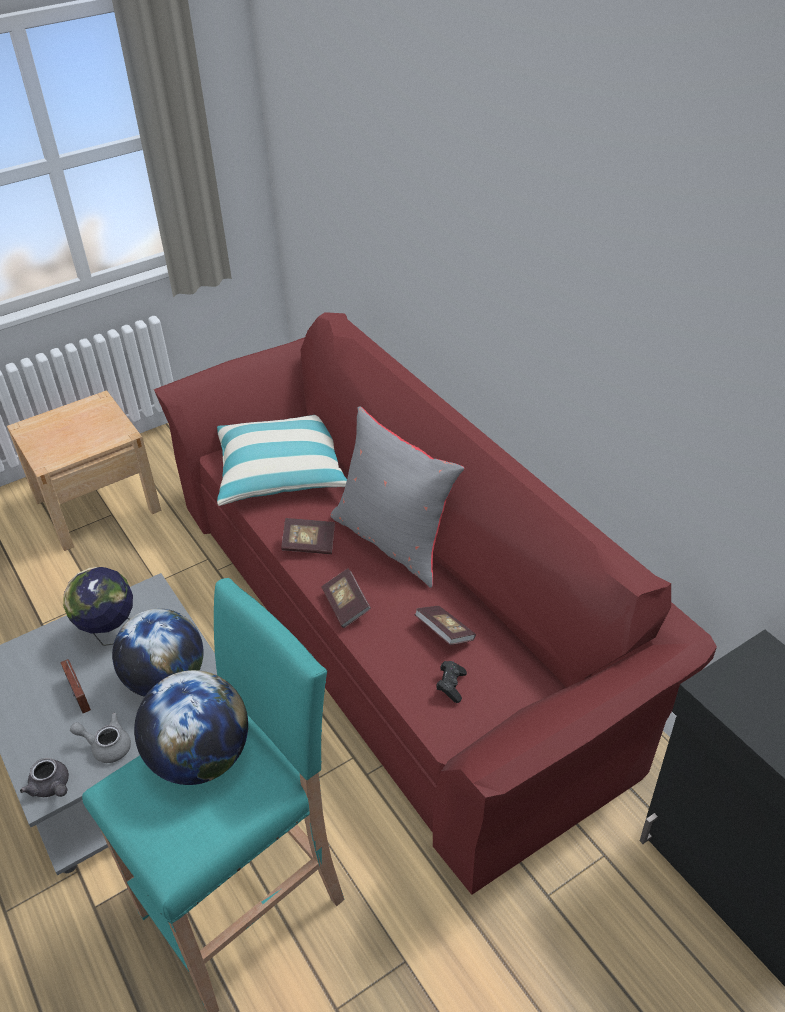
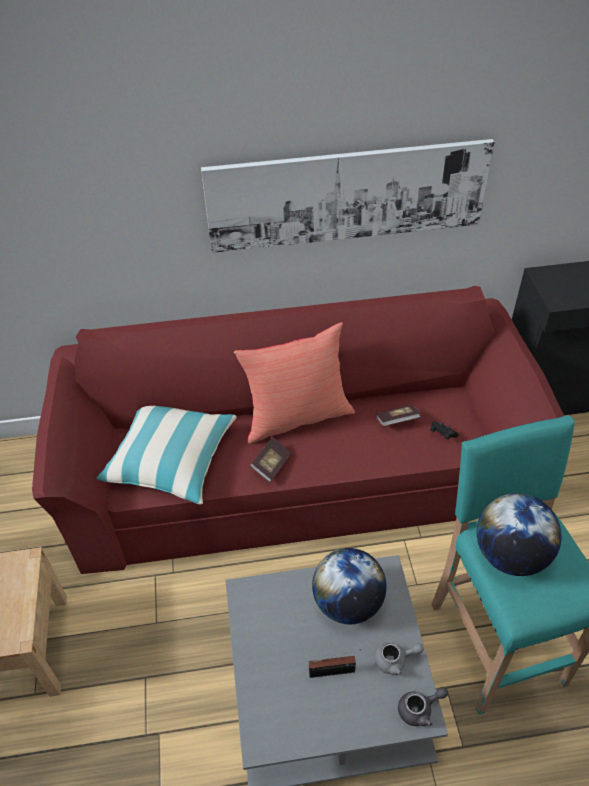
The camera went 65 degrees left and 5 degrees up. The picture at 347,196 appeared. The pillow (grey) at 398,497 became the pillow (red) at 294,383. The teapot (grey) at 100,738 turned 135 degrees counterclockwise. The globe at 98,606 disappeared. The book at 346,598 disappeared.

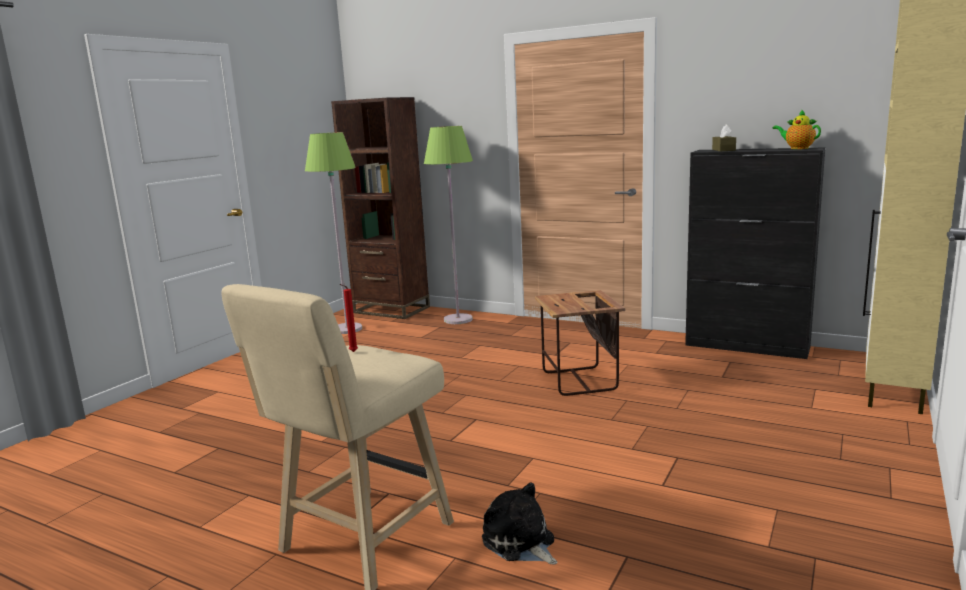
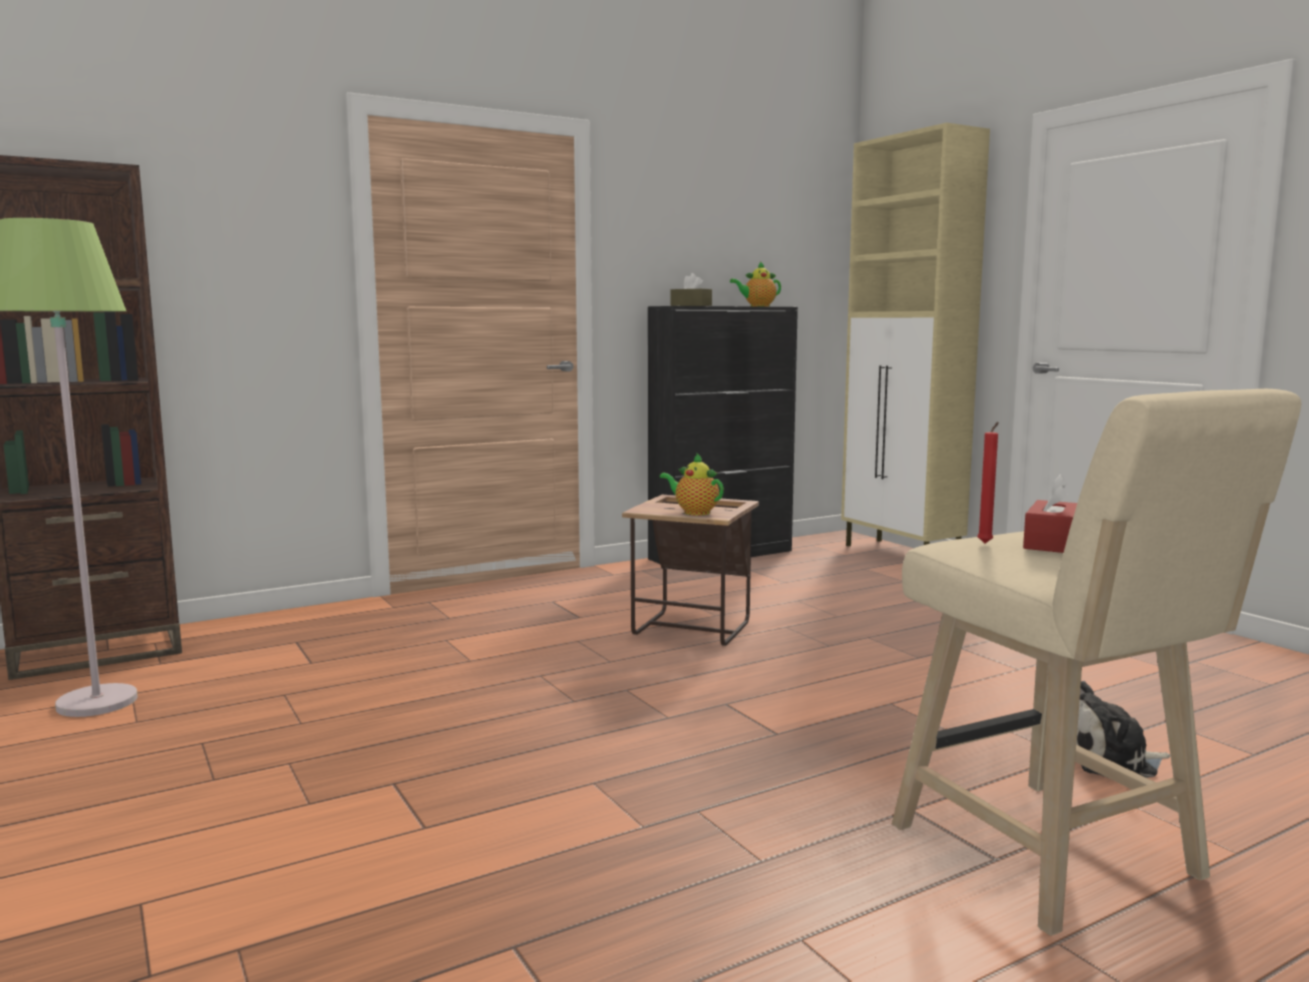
The camera went 60 degrees left and 5 degrees down. The teapot at 692,484 appeared. The tissue box (red) at 1050,513 appeared. The floor lamp (green) at 448,225 disappeared.

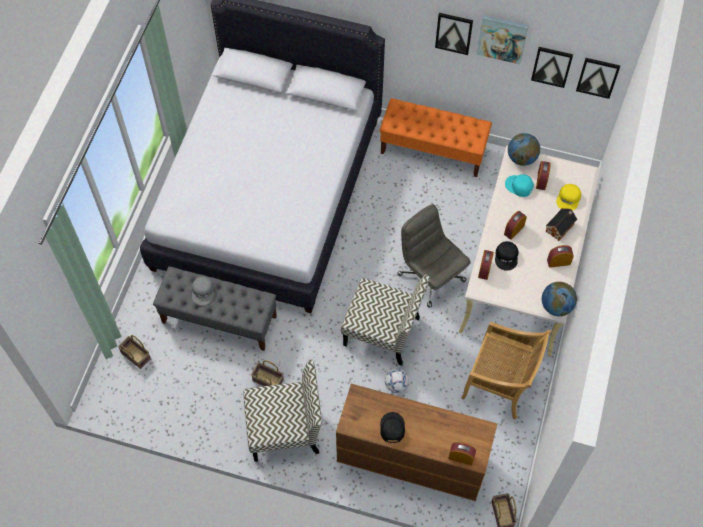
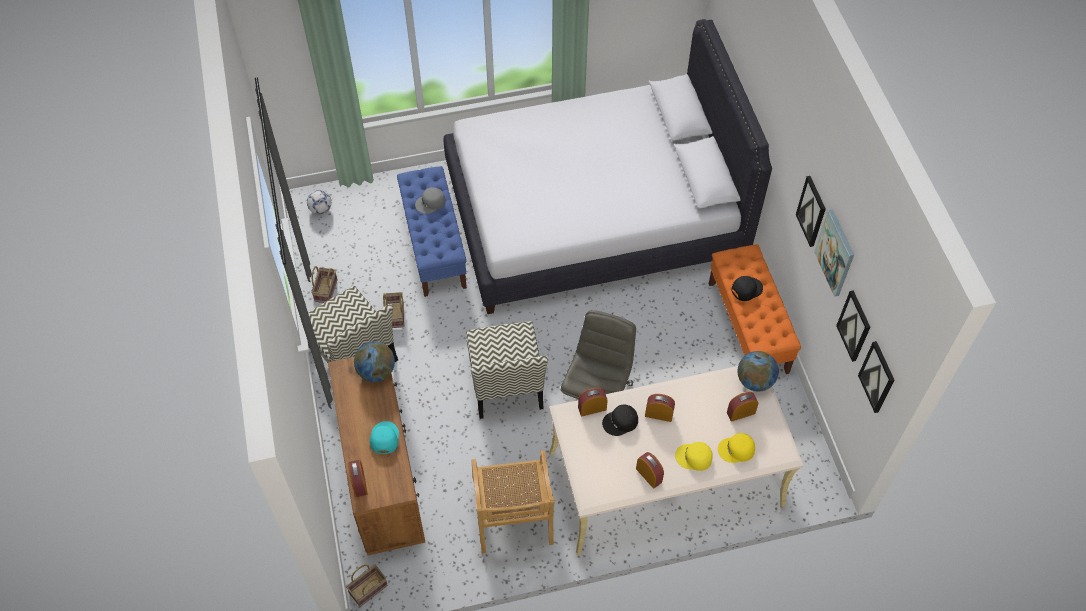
The camera went 60 degrees right and 5 degrees down. The football moved from 397,380 to 319,202. The basket moved from 134,352 to 324,284. The globe moved from 559,299 to 374,361. The cap (turquoise) moved from 519,185 to 384,437. The bench (grey) at 215,308 became the bench (blue) at 432,231. The toy house at 561,224 was replaced by the cap (yellow) at 694,456. The cap (black) moved from 392,427 to 747,288.

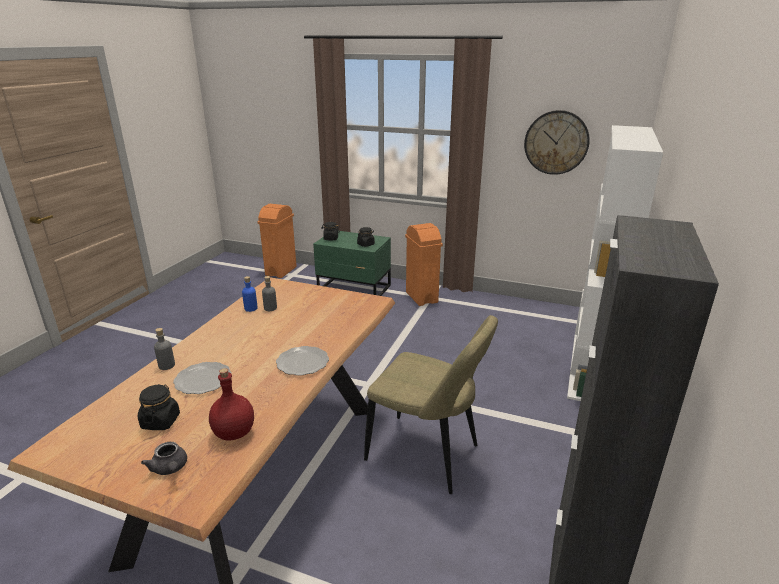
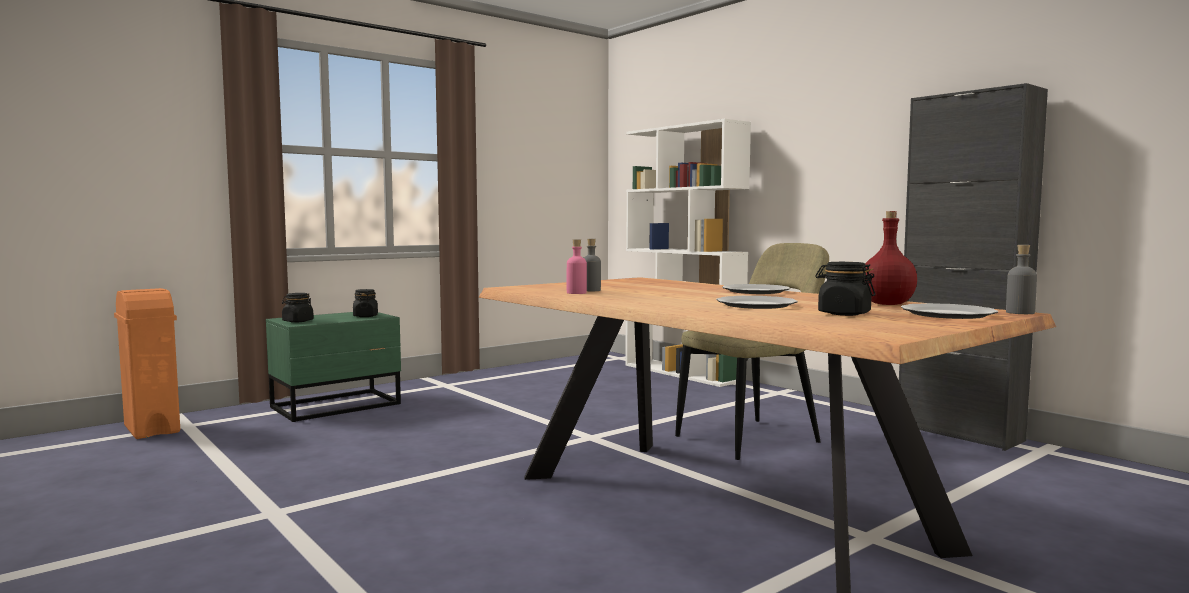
The camera went 60 degrees left and 20 degrees down. The bottle (blue) at 250,294 became the bottle (pink) at 577,266. The teapot (grey) at 164,458 was replaced by the plate at 949,311. The bottle (grey) moved from 164,349 to 1021,279. The trash can (orange) at 424,264 disappeared. The wall clock at 557,142 disappeared.

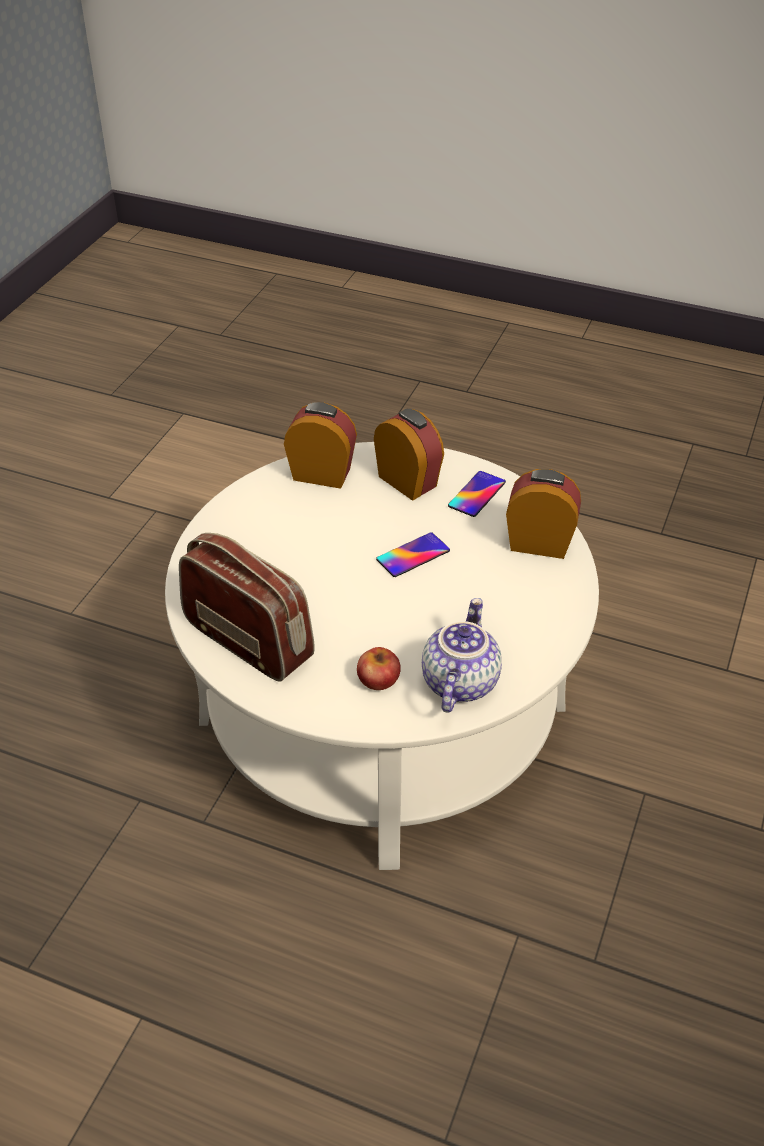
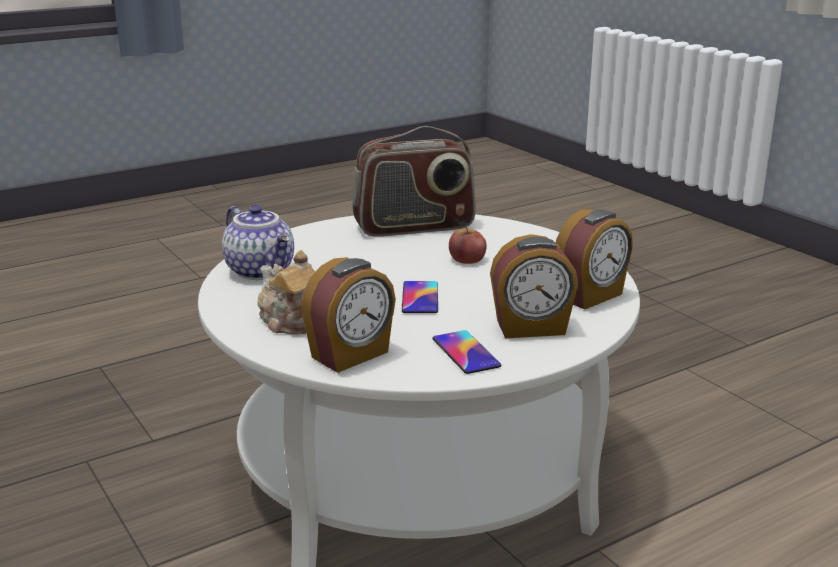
The camera went 125 degrees right and 20 degrees down. The teapot at 286,292 appeared. The apple moved from 379,668 to 468,244.

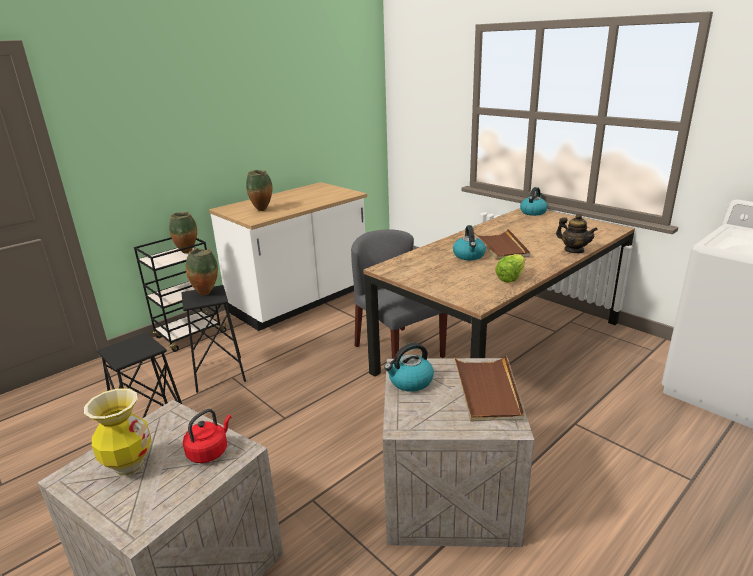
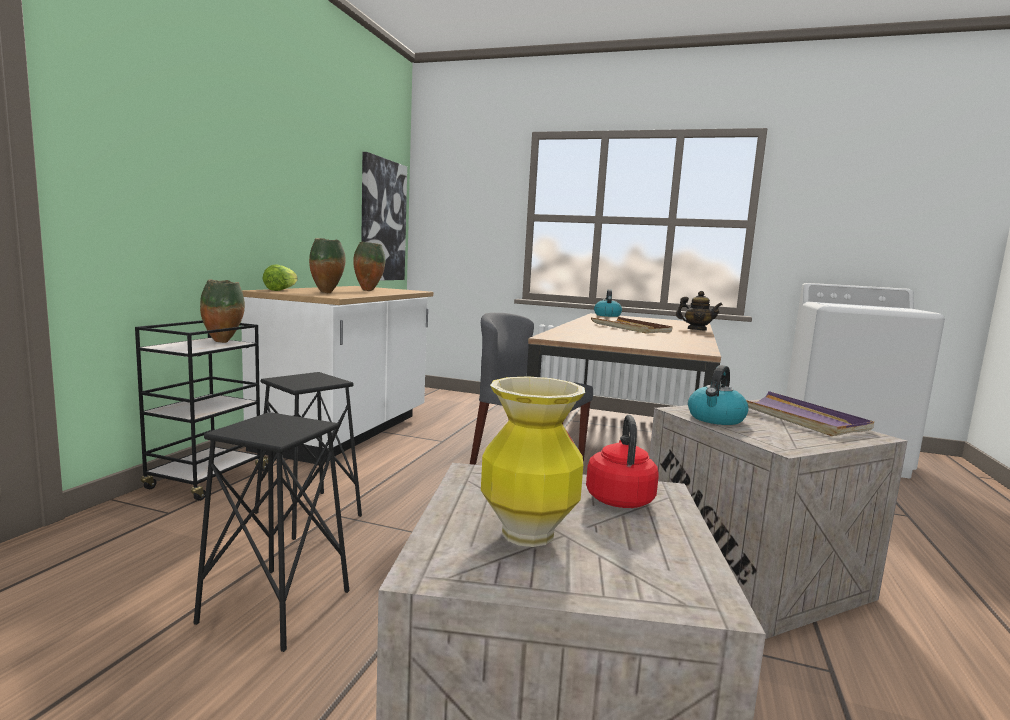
The camera went 30 degrees left and 15 degrees down. The lettuce moved from 510,268 to 280,277. The vase moved from 202,271 to 369,266. The picture at 384,216 appeared. The tray (brown) at 489,388 became the tray (purple) at 810,413. The kettle at 469,242 disappeared.

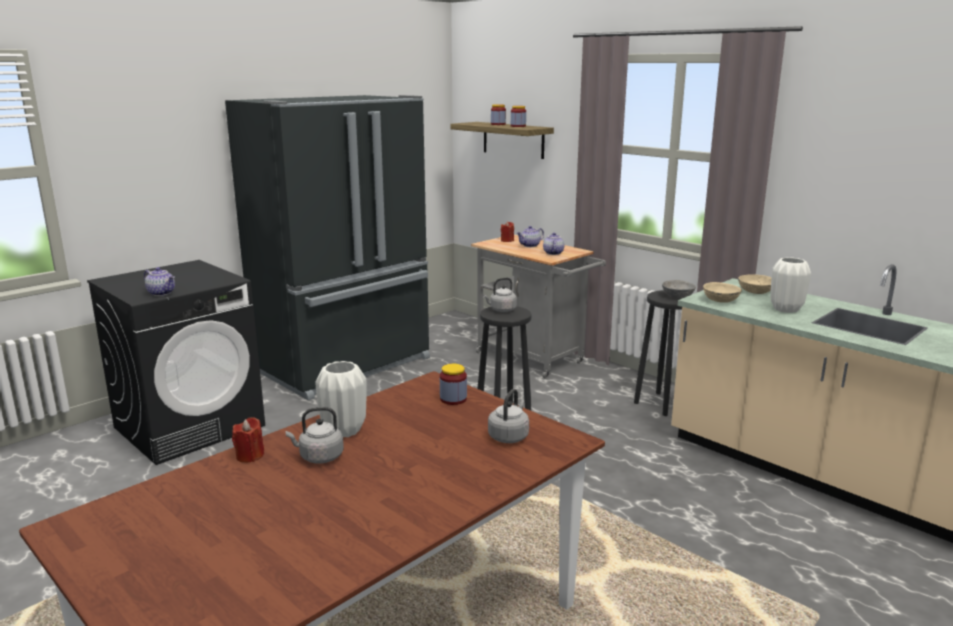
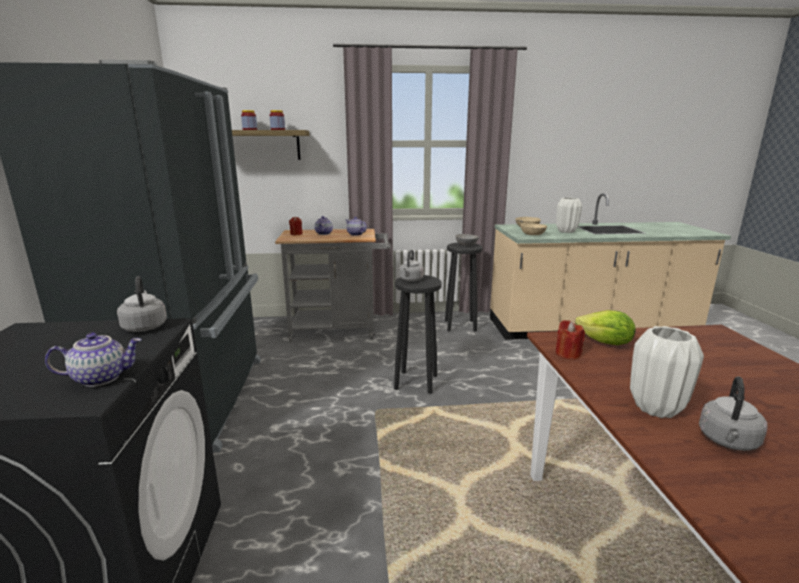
The camera went 50 degrees left and 0 degrees up. The kettle (grey) moved from 508,416 to 142,304. The candle (red) moved from 248,440 to 570,340. The jar at 453,384 was replaced by the lettuce at 605,327.

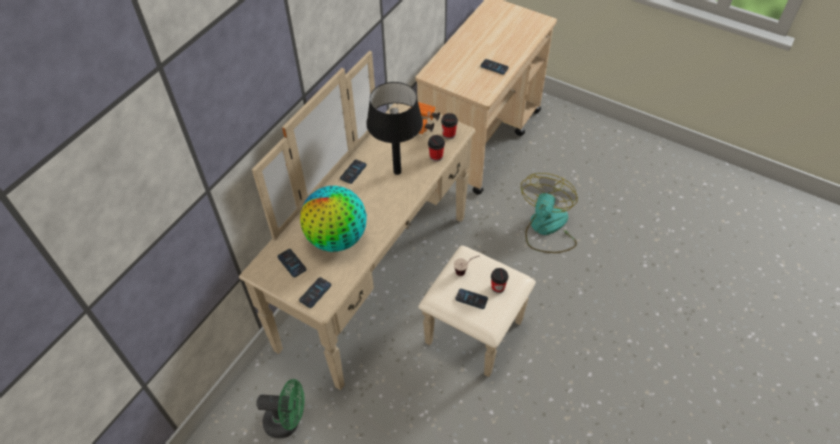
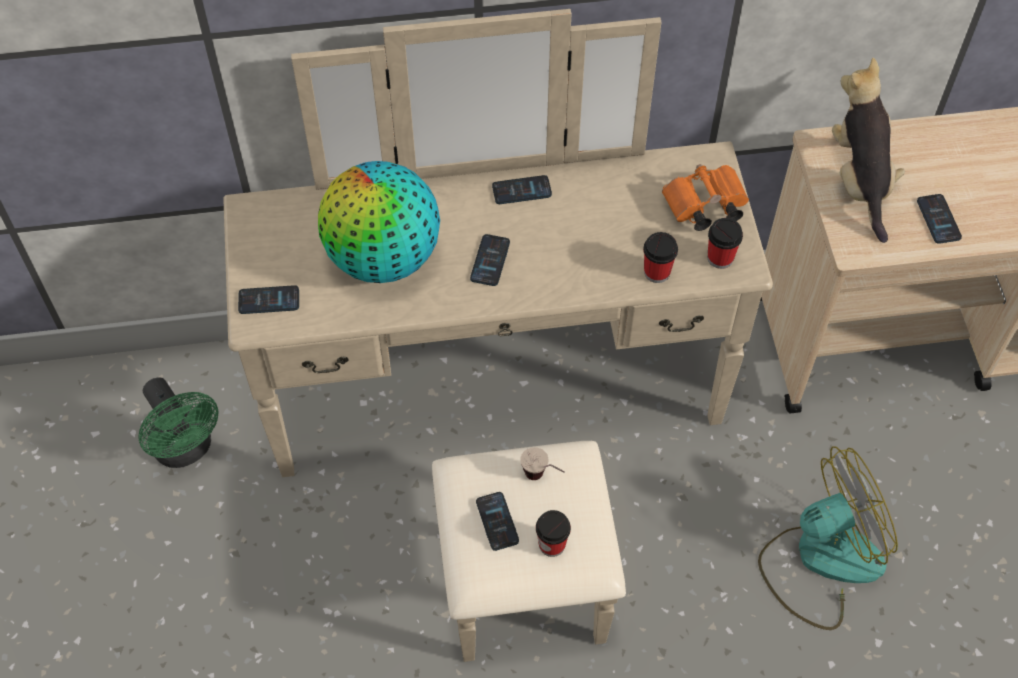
The camera went 50 degrees right and 5 degrees up. The phone moved from 292,263 to 490,260. The plush toy at 868,150 appeared. The table lamp (black) at 394,128 disappeared.

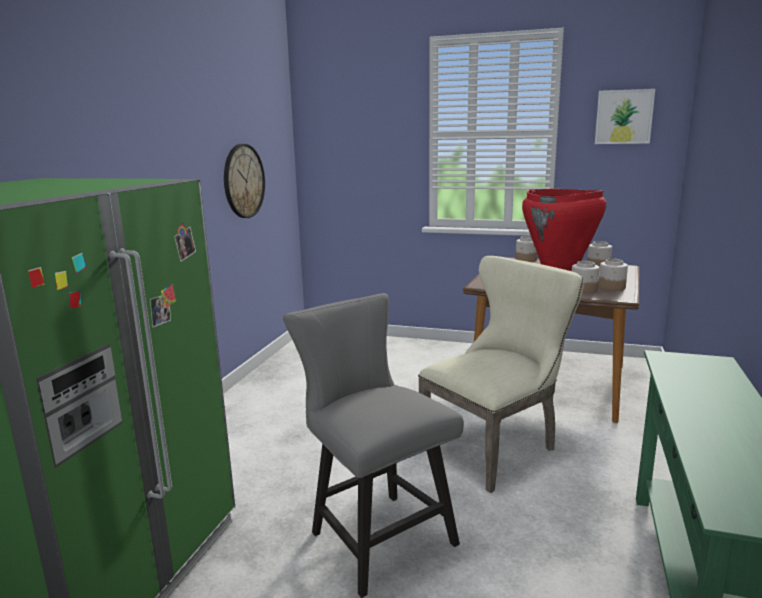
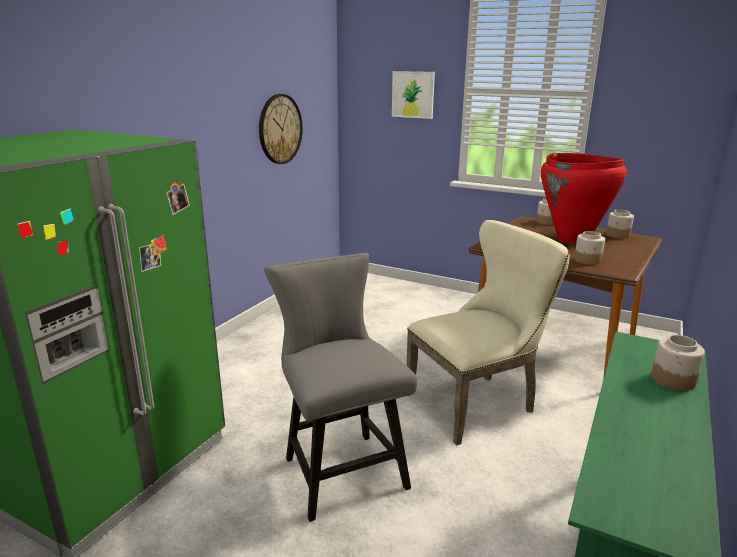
The camera went 10 degrees right and 5 degrees up. The picture moved from 625,116 to 413,95. The jar moved from 613,275 to 678,363.

